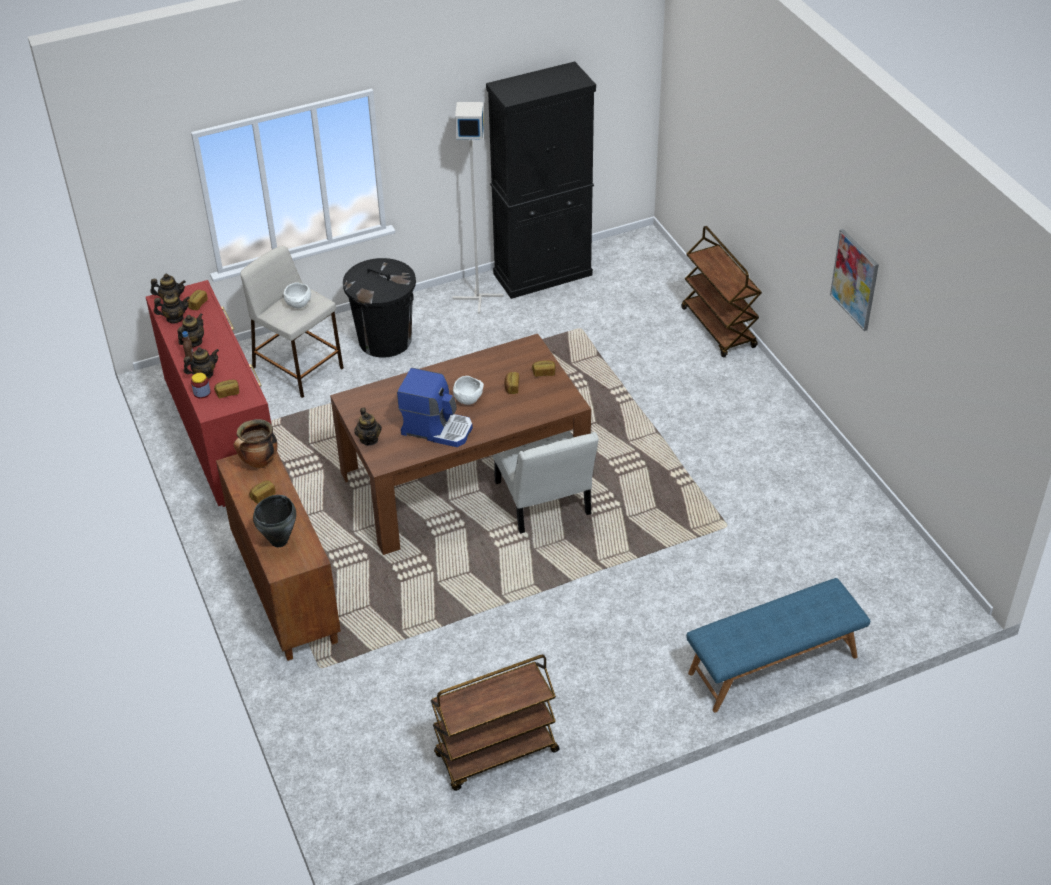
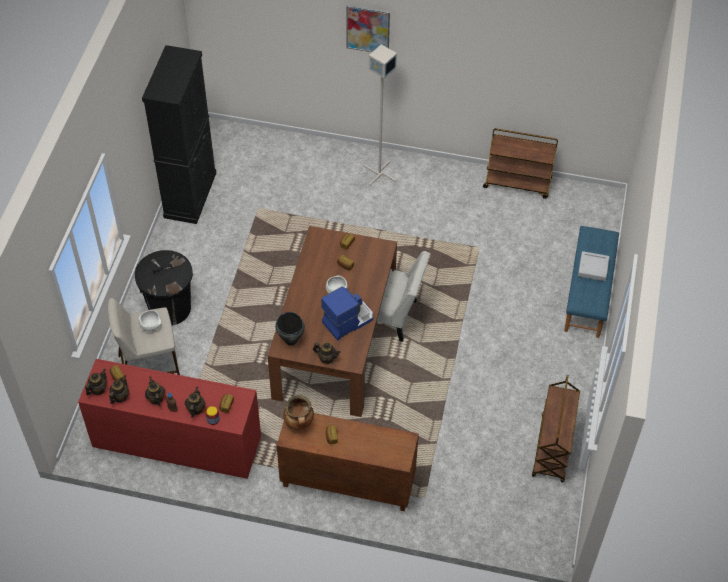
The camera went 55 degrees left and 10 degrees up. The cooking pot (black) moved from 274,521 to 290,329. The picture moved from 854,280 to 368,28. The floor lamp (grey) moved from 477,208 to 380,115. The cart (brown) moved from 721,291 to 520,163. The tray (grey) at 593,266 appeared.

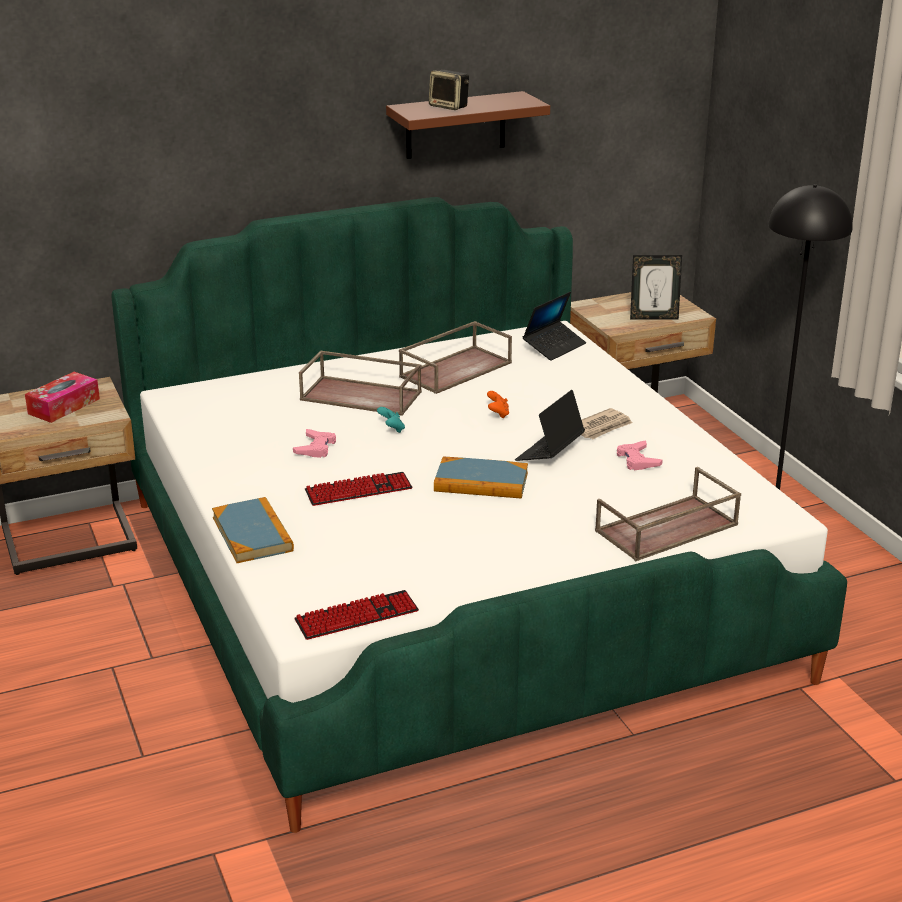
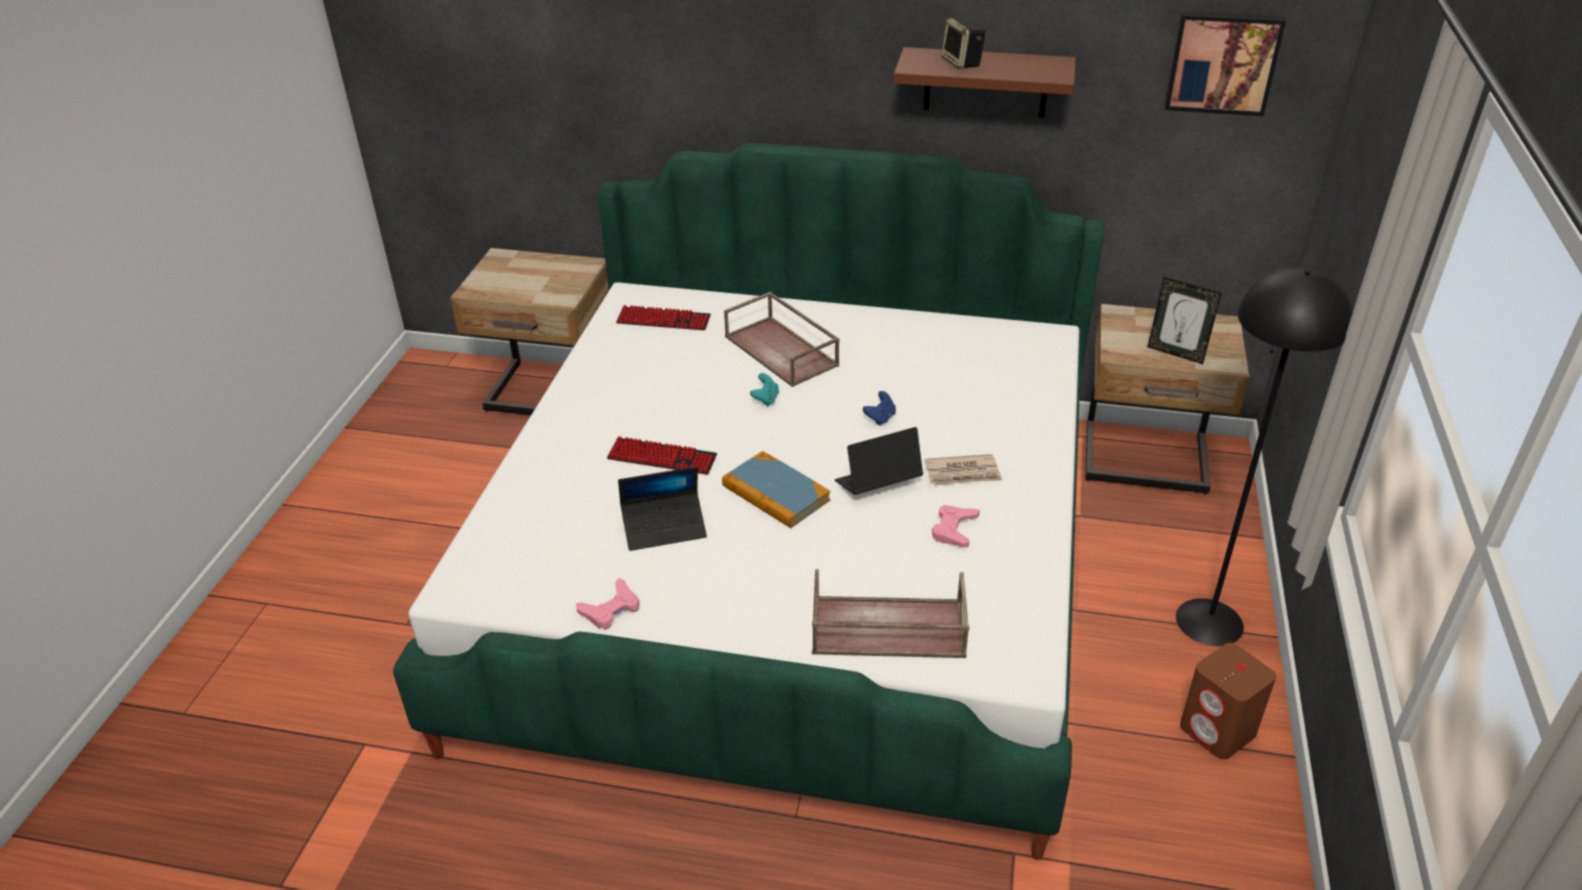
The camera went 35 degrees right and 10 degrees up. The game controller (pink) moved from 314,443 to 608,604. The keyboard moved from 356,615 to 663,317. The laptop moved from 554,326 to 662,509. The game controller (orange) at 498,405 became the game controller (blue) at 879,408. The picture at 1225,64 appeared. The speaker (brown) at 1228,701 appeared. The tissue box at 62,397 disappeared. The book at 253,530 disappeared. The tray (brown) at 455,357 disappeared.

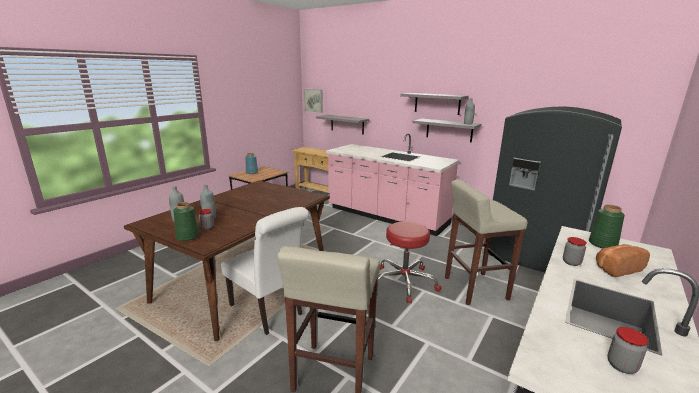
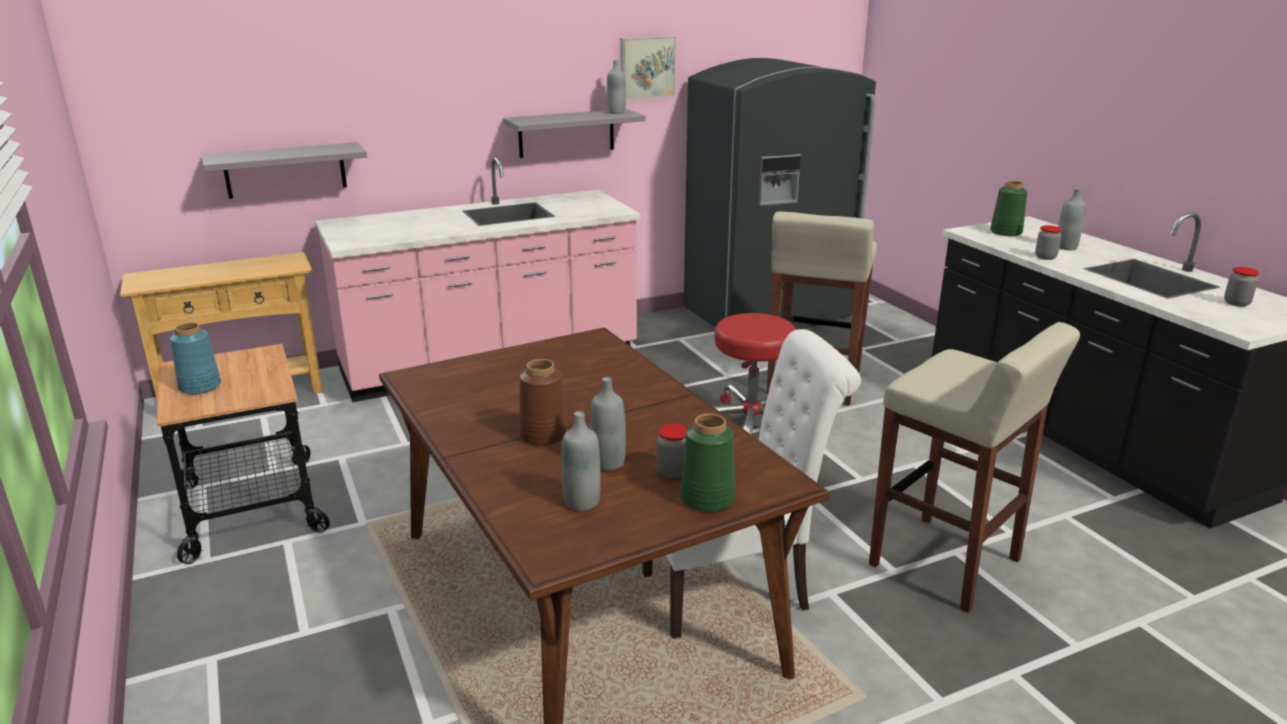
The camera went 60 degrees left and 5 degrees up. The vase (brown) at 543,402 appeared. The picture moved from 313,101 to 648,67. The bread at 623,260 was replaced by the bottle (grey) at 1072,219. The shelf (grey) at 434,104 disappeared.

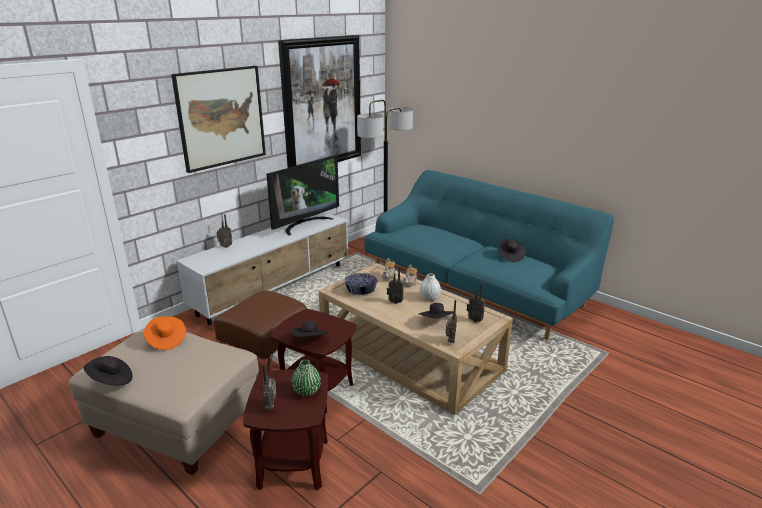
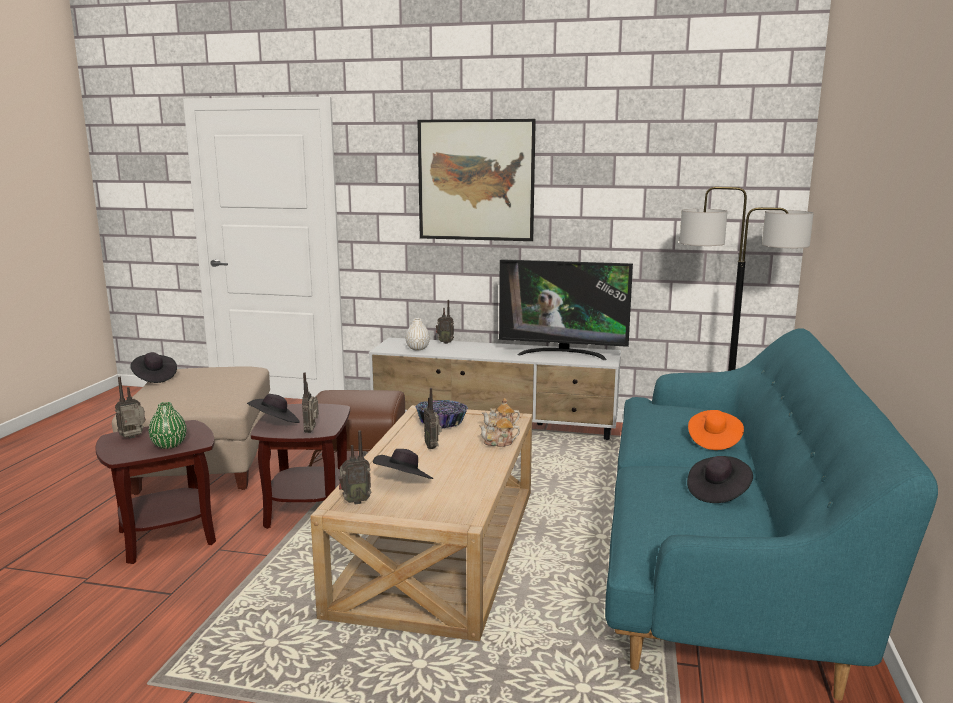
The camera went 60 degrees right and 10 degrees down. The radio moved from 475,302 to 310,402. The vase (white) moved from 430,287 to 418,334. The hat (orange) moved from 165,333 to 716,430. The picture at 319,101 disappeared.

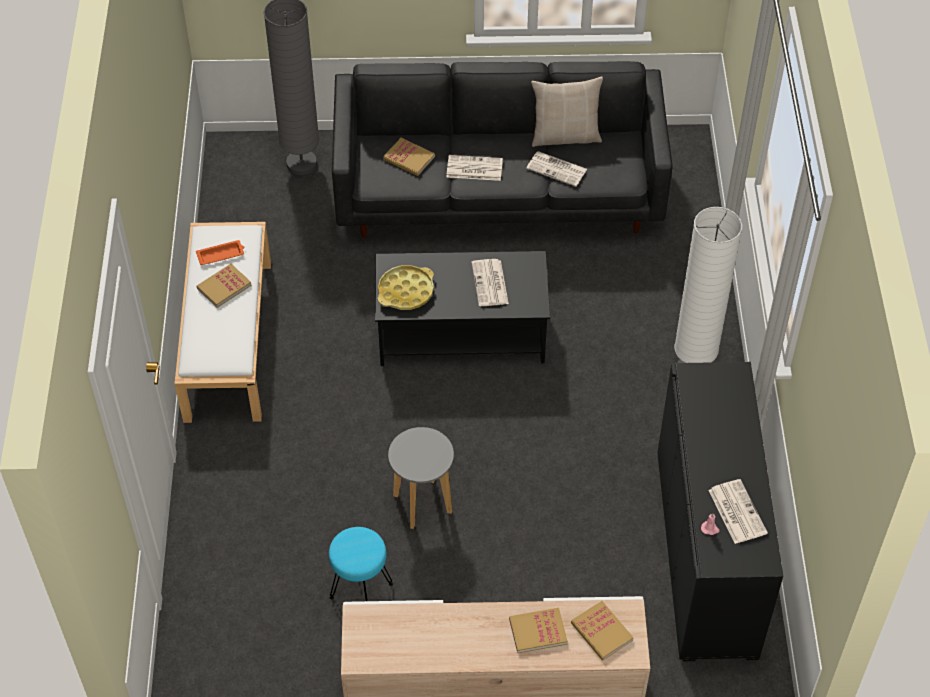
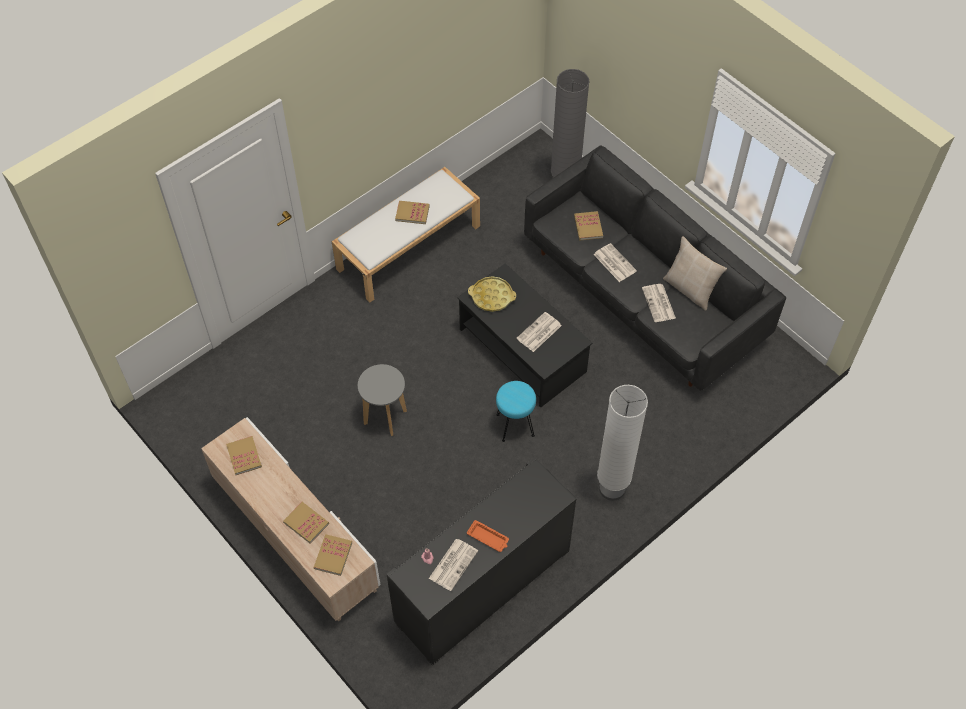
The camera went 50 degrees right and 5 degrees up. The book at 244,455 appeared. The tray (orange) moved from 220,252 to 488,536. The stool (turquoise) moved from 361,564 to 516,411.

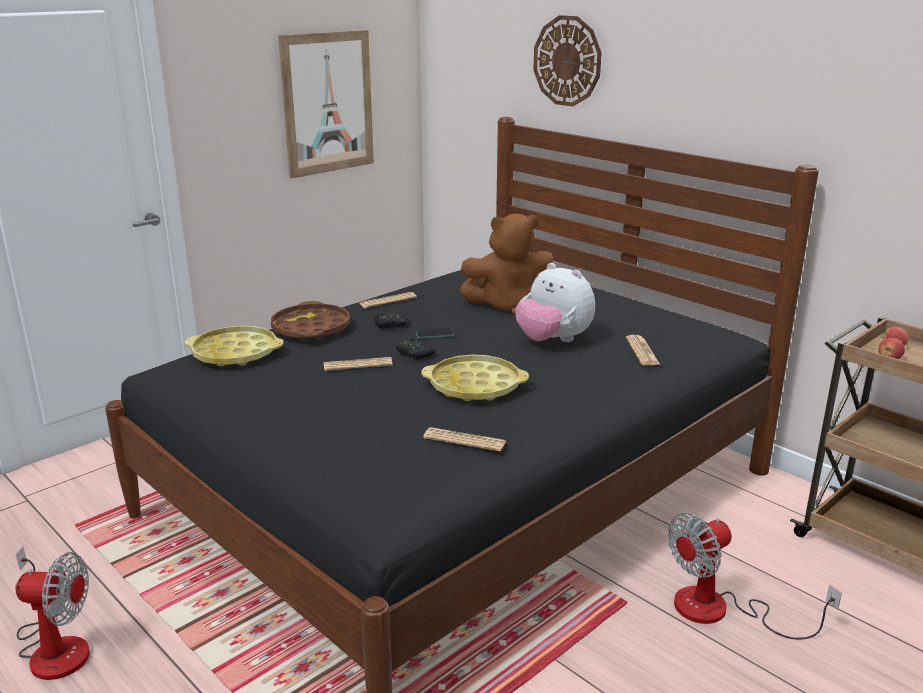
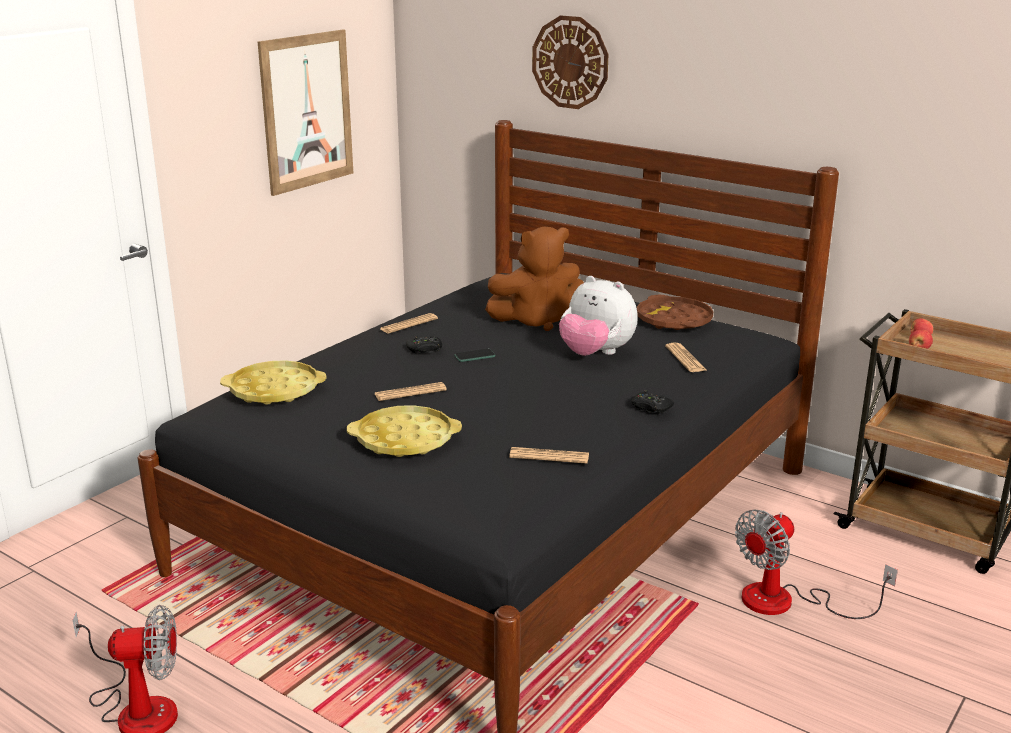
The camera went 10 degrees left and 0 degrees up. The tray (yellow) moved from 475,378 to 404,431. The game controller (black) moved from 415,348 to 652,402. The tray (brown) moved from 310,320 to 675,312.

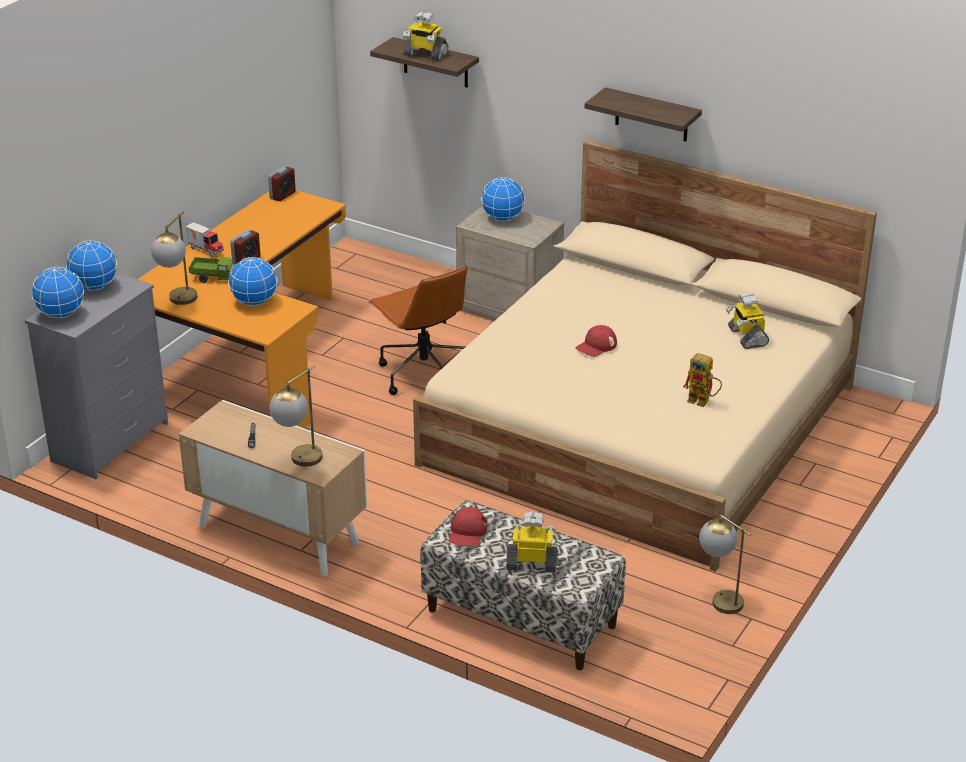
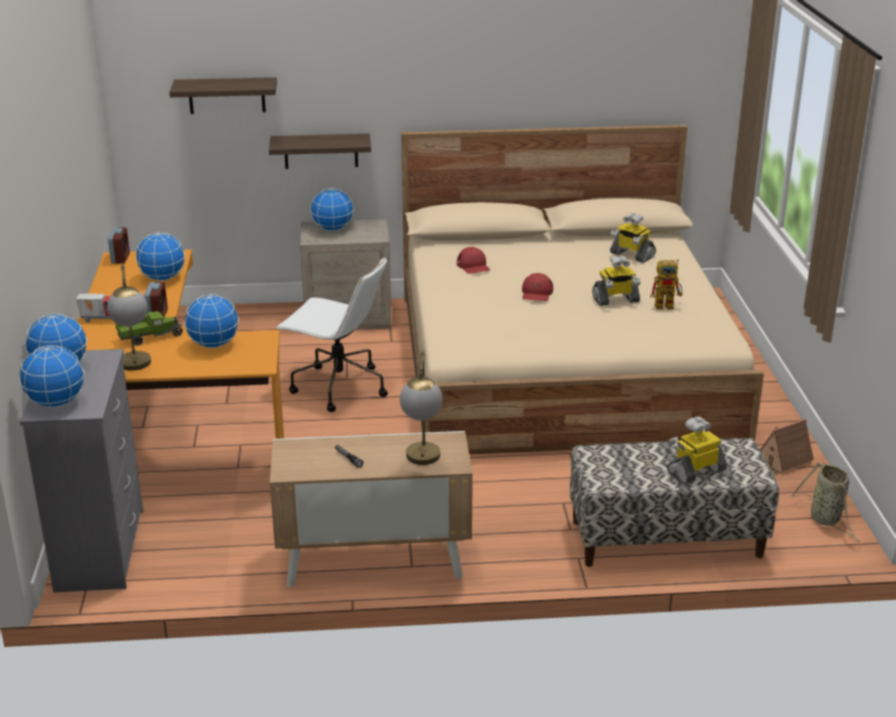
The camera went 35 degrees left and 5 degrees down. The globe at 160,256 appeared. The shelf moved from 643,114 to 320,151. The office chair (brown) at 418,330 became the office chair (white) at 332,334. The cap (red) moved from 468,526 to 473,260. The toy robot moved from 425,36 to 616,280. The table lamp at 725,564 was replaced by the toy house at 787,447. The basket at 825,502 appeared.

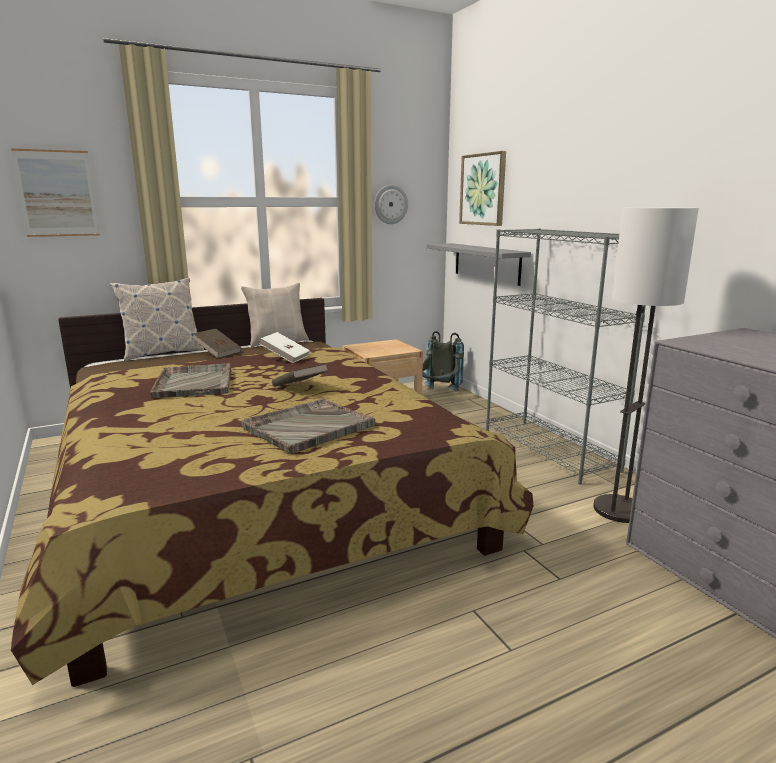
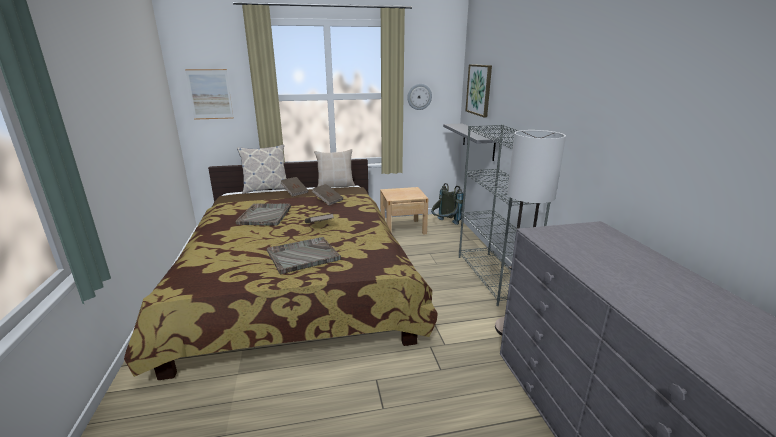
The camera went 15 degrees right and 5 degrees up. The book (white) at 284,347 became the book (brown) at 327,195.

